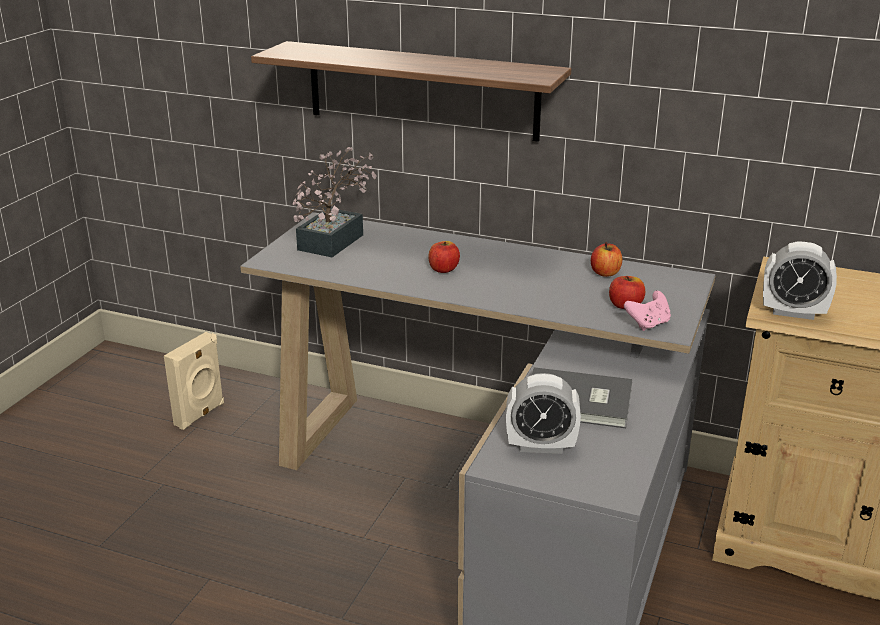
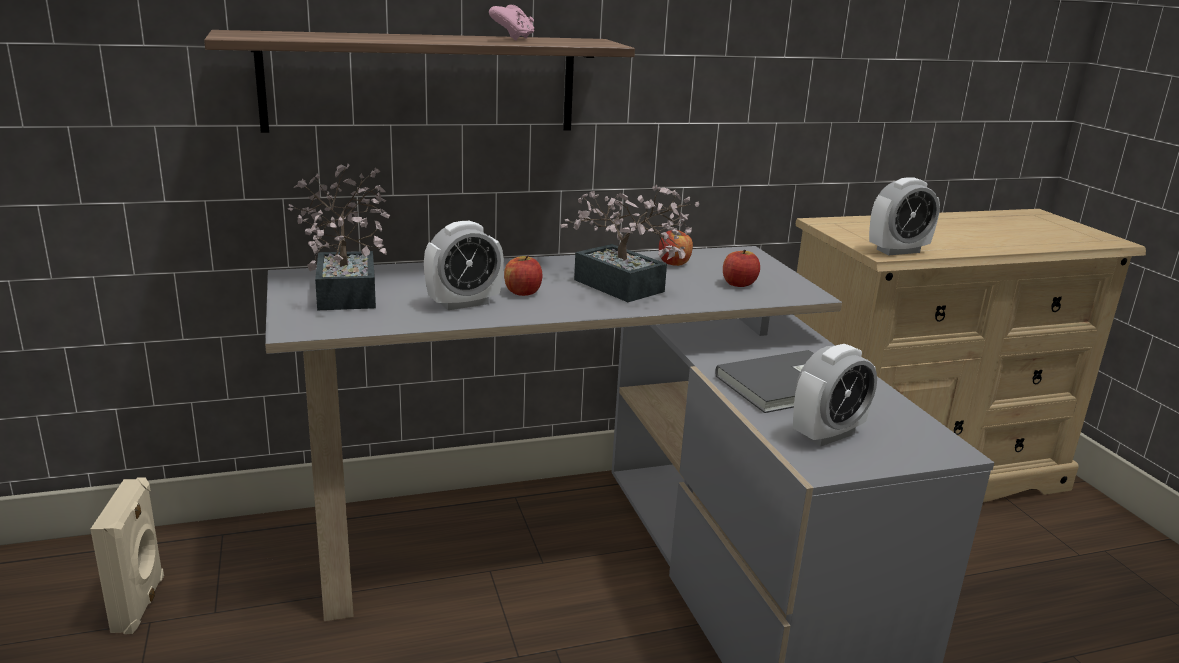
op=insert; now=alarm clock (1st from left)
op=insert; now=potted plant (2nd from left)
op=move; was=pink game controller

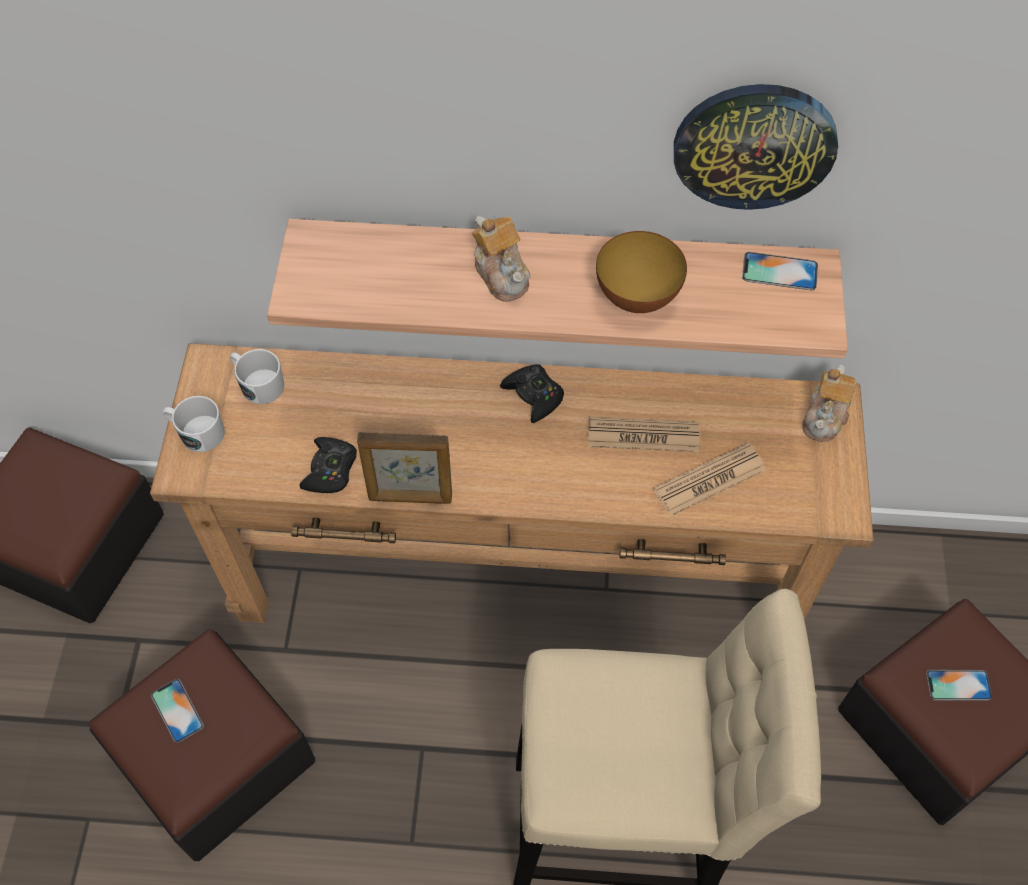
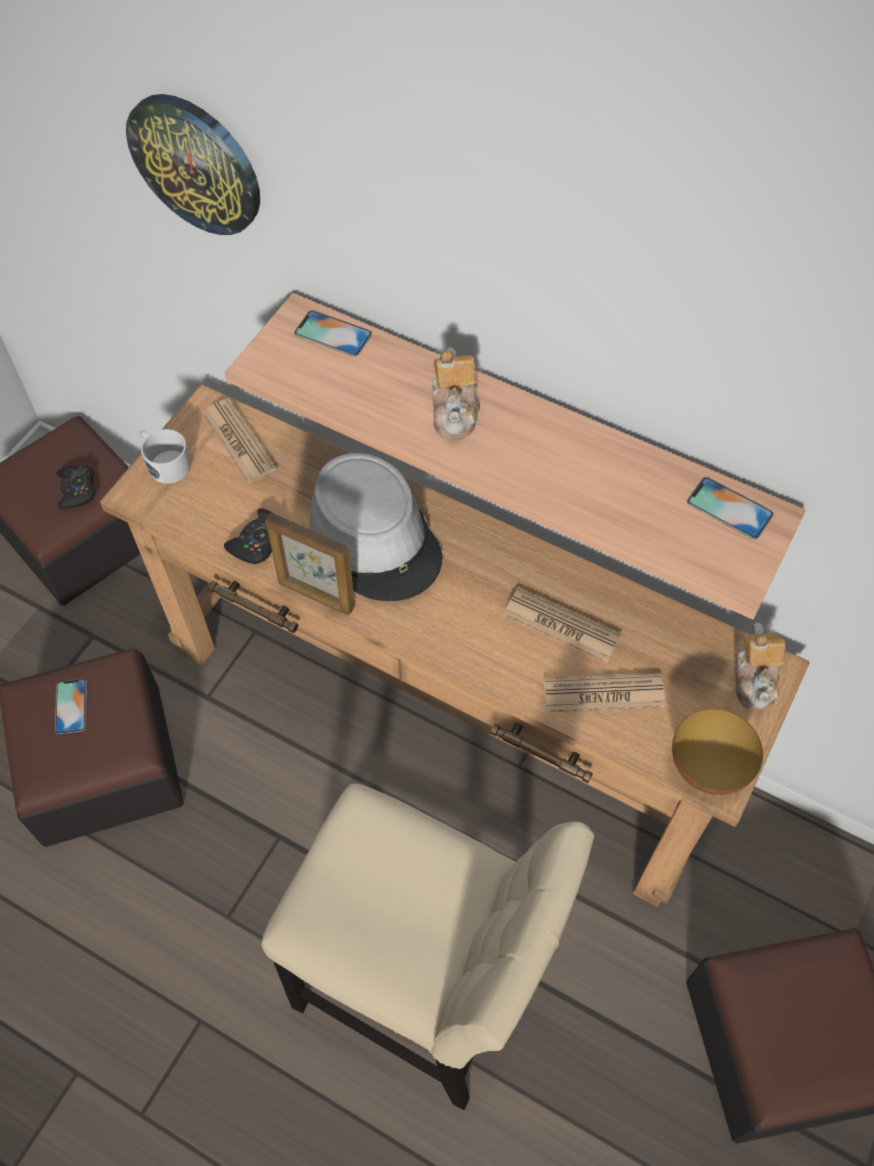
op=insert; now=grey hat
op=move; was=black game controller (2nd from left in the first image); now=black game controller (1st from left)
op=move; was=bowl
op=move; was=wall clock
op=move; was=phone (3rd from left in the first image); now=phone (2nd from left)
op=replace; was=white mug (2nd from left); now=newspaper (1st from left)
op=rotate; was=teapot (2nd from left); clockwise=-45

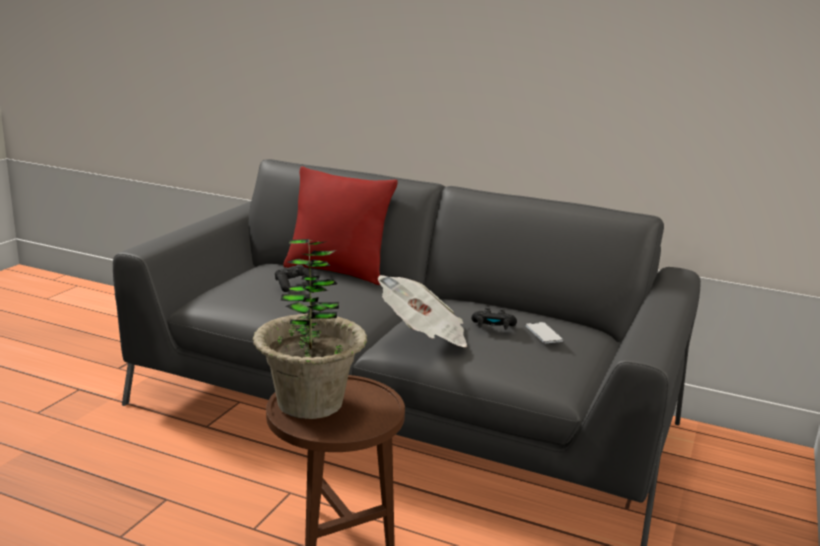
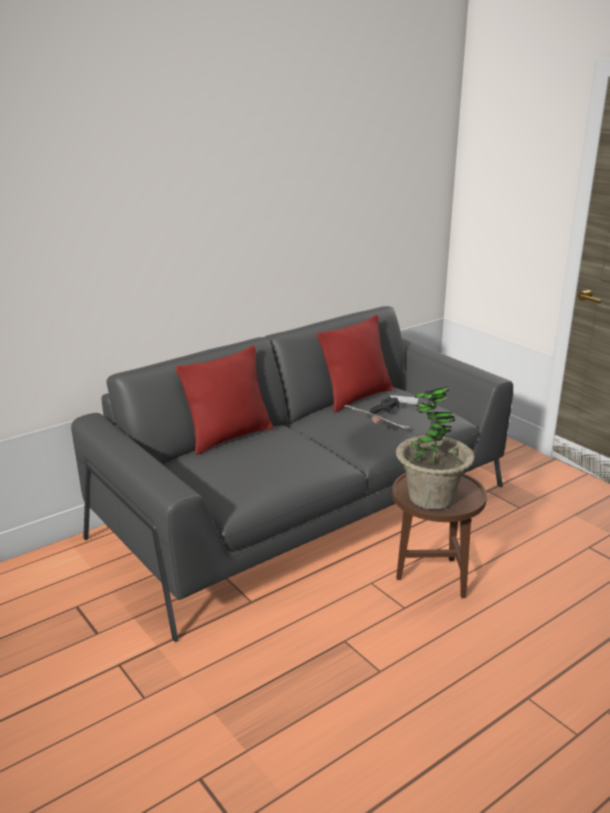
op=delete; was=black game controller (1st from left)
op=insert; now=red pillow (2nd from left)

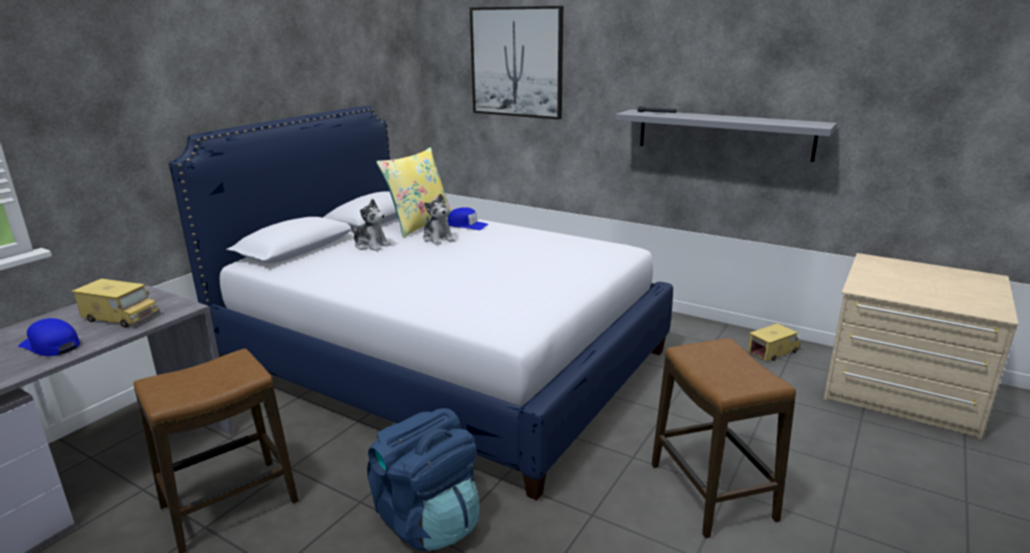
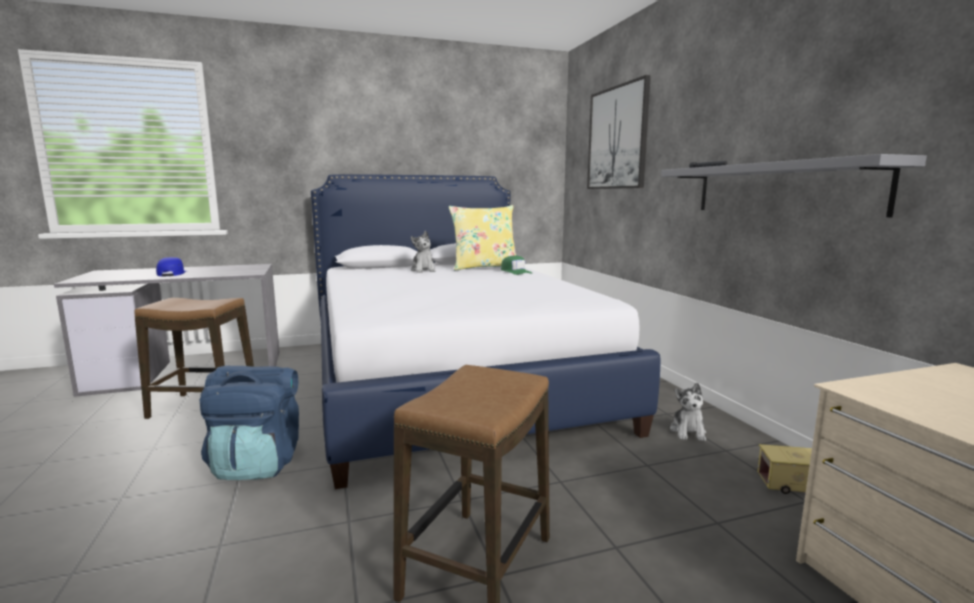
op=delete; was=toy truck (1st from left)
op=move; was=plush toy (2nd from left)
op=recolor; was=blue cap (2nd from left); now=green cap

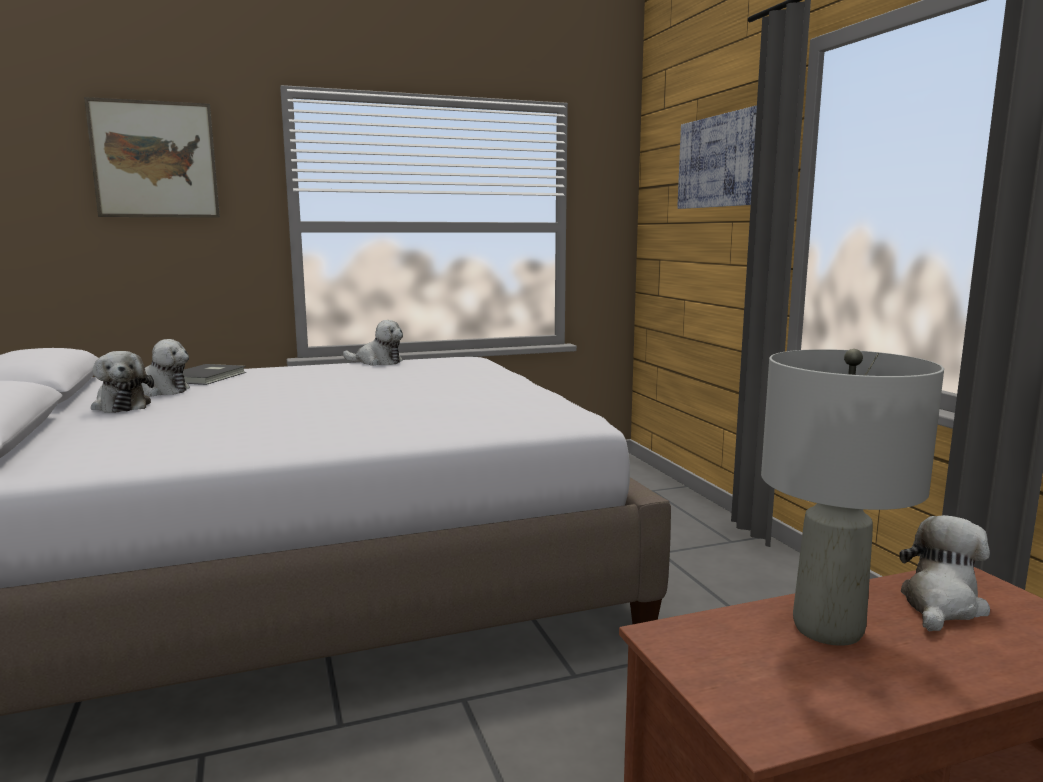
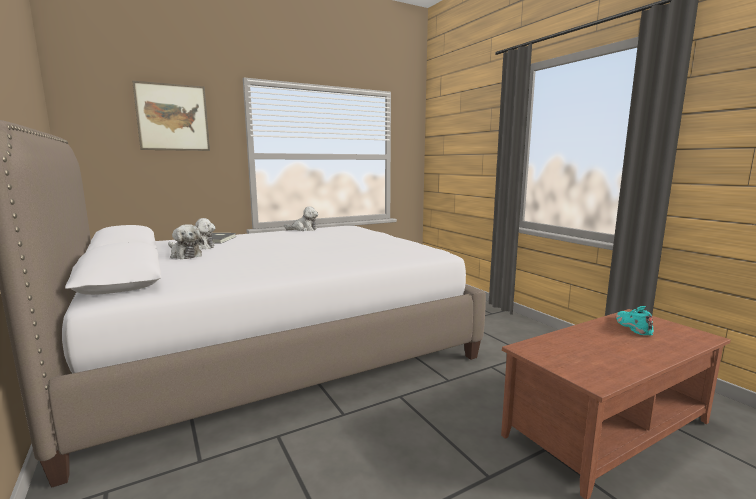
op=delete; was=picture (2nd from left)
op=delete; was=grey table lamp
op=replace; was=plush toy (4th from left); now=turquoise shoe

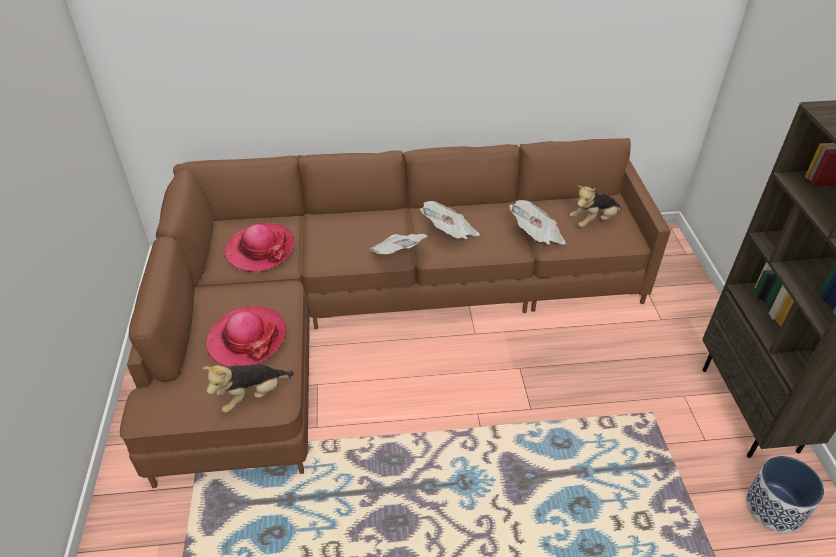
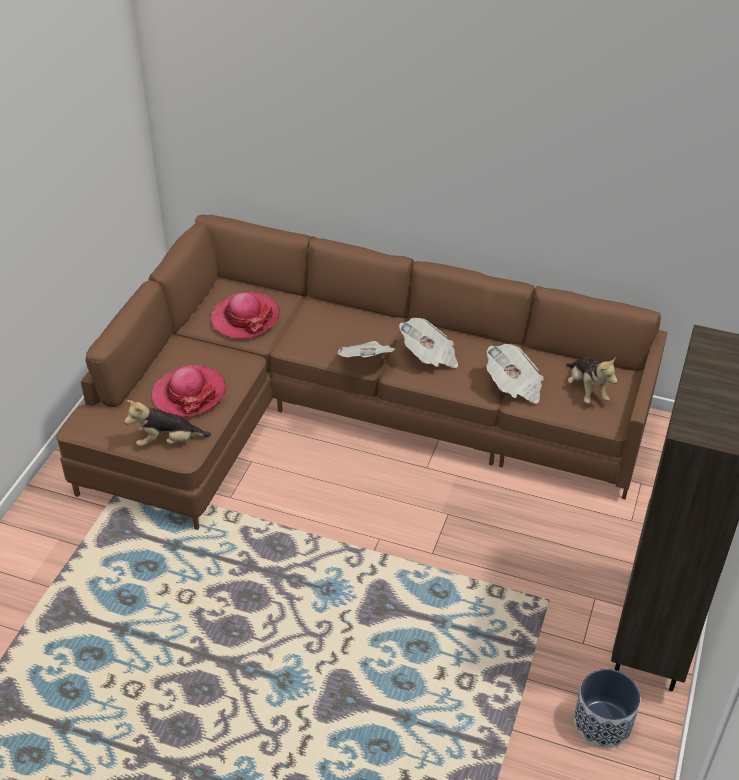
op=rotate; was=plush toy (2nd from left); clockwise=-105

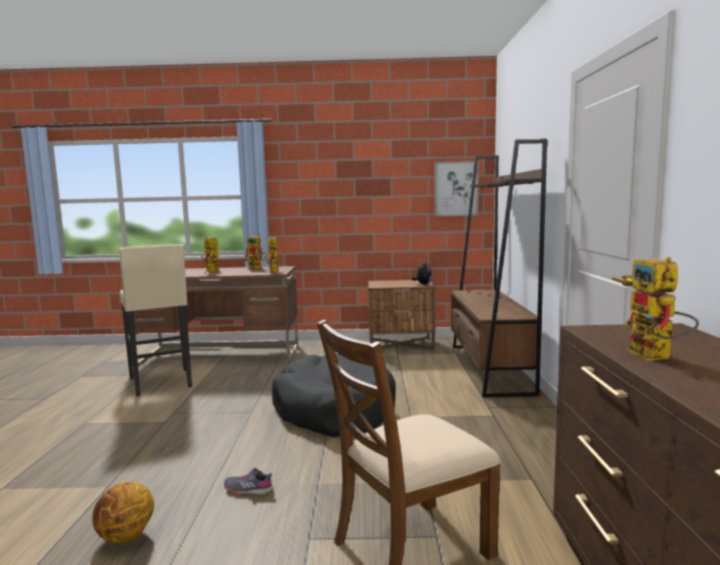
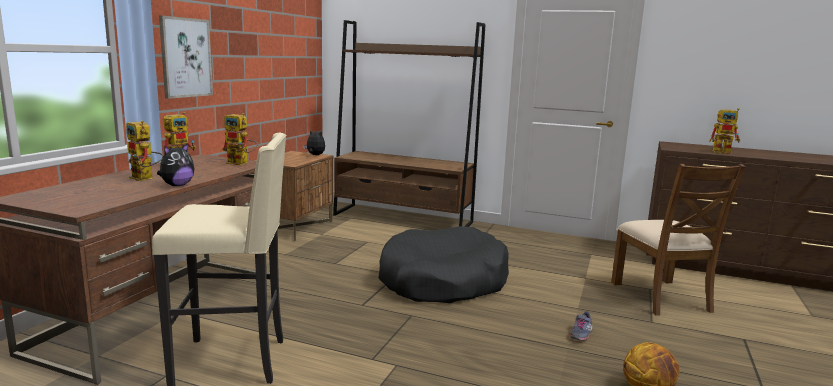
op=insert; now=plush toy (1st from left)
op=move; was=picture

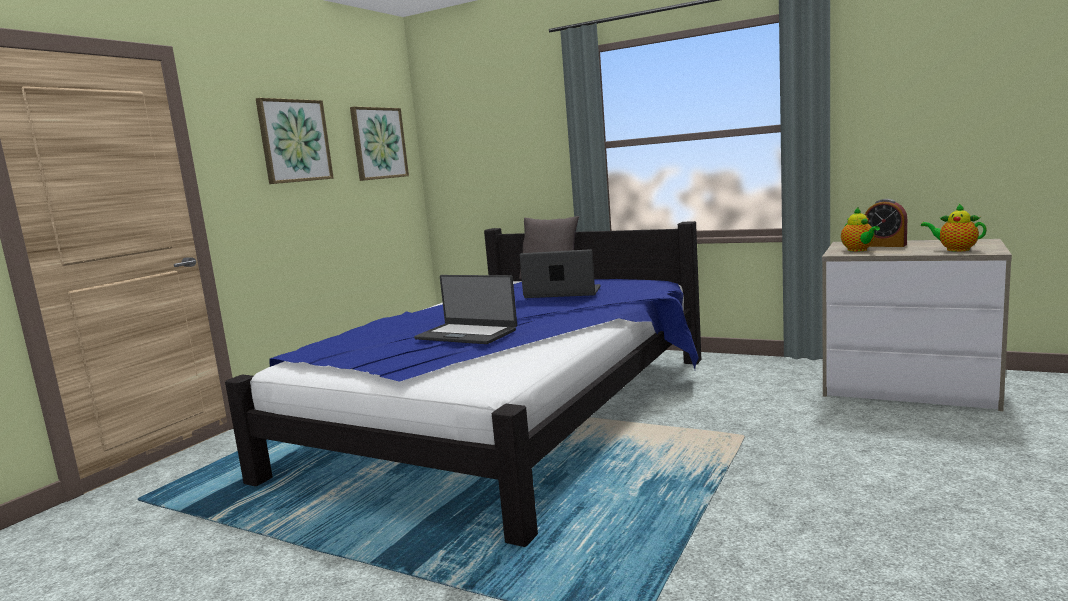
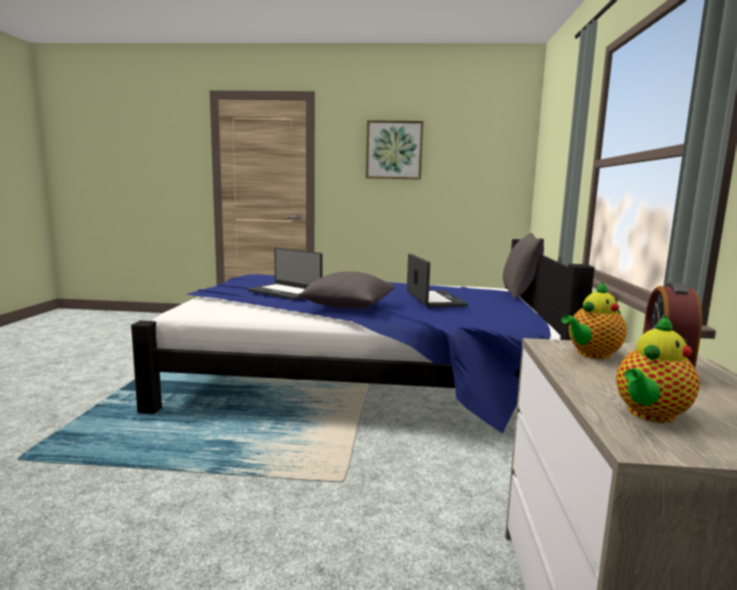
op=delete; was=picture (2nd from left)
op=insert; now=grey pillow (1st from left)
op=rotate; was=laptop (1st from left); clockwise=-60
op=rotate; was=teapot (2nd from left); clockwise=-150

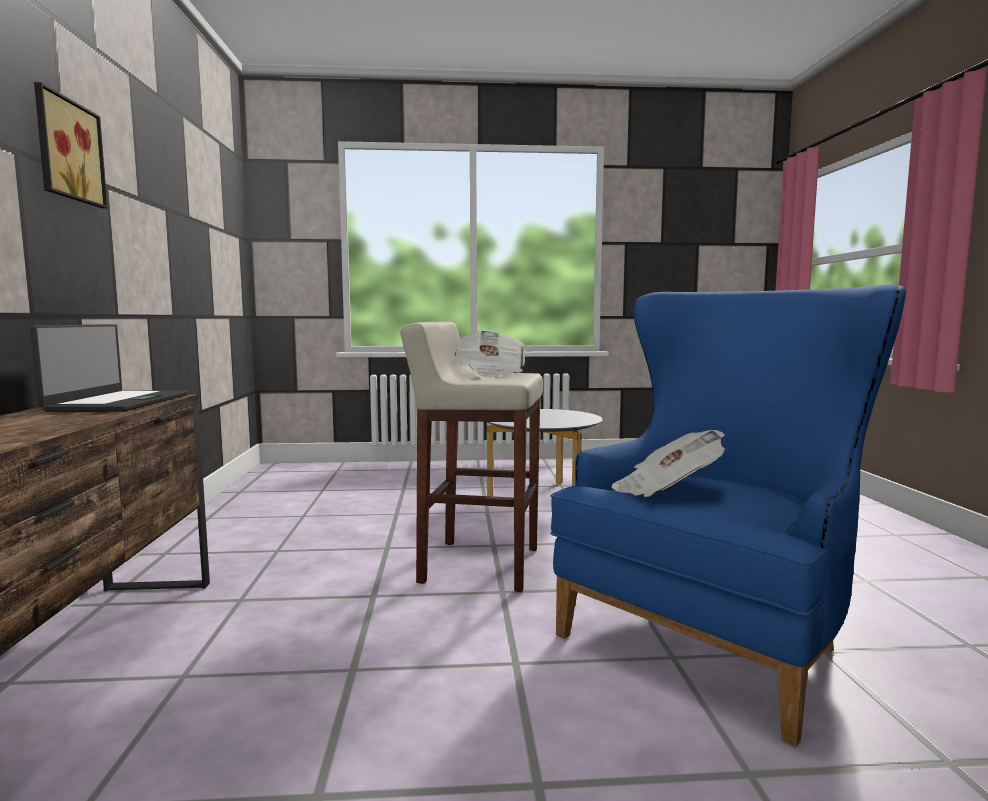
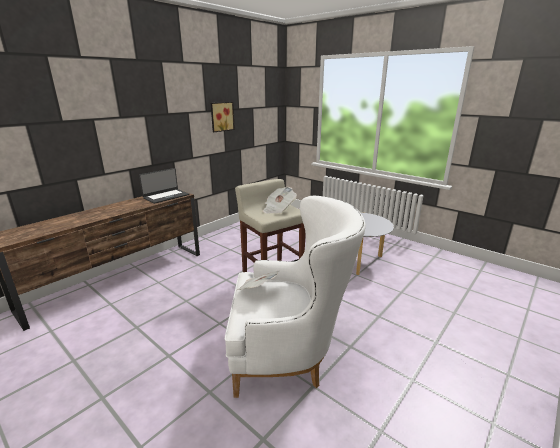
op=move; was=picture
op=recolor; was=blue armchair; now=white armchair

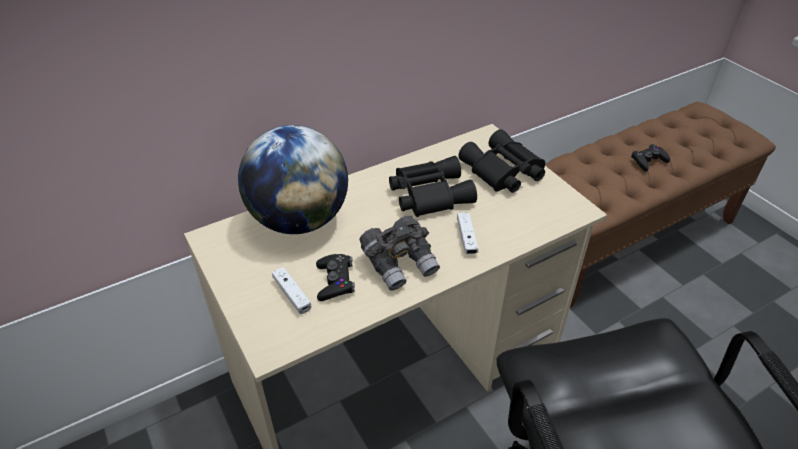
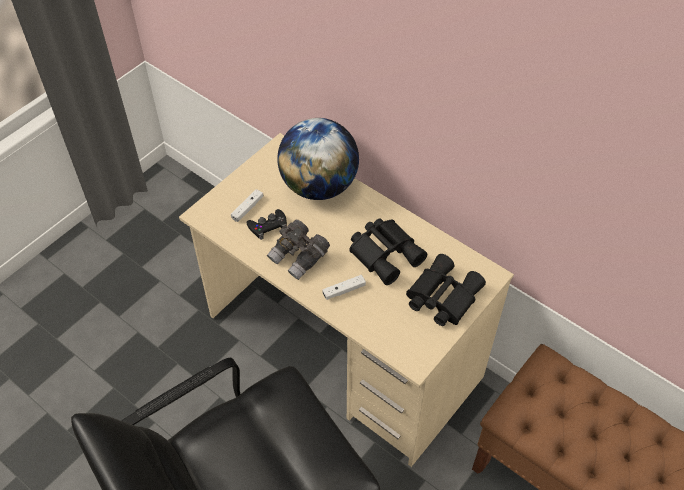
op=delete; was=black game controller (2nd from left)

